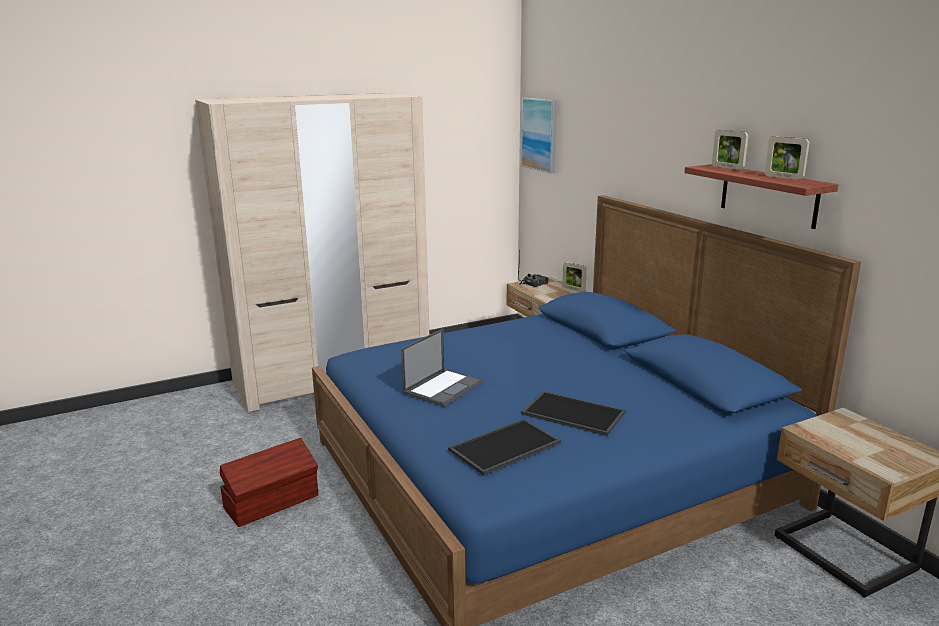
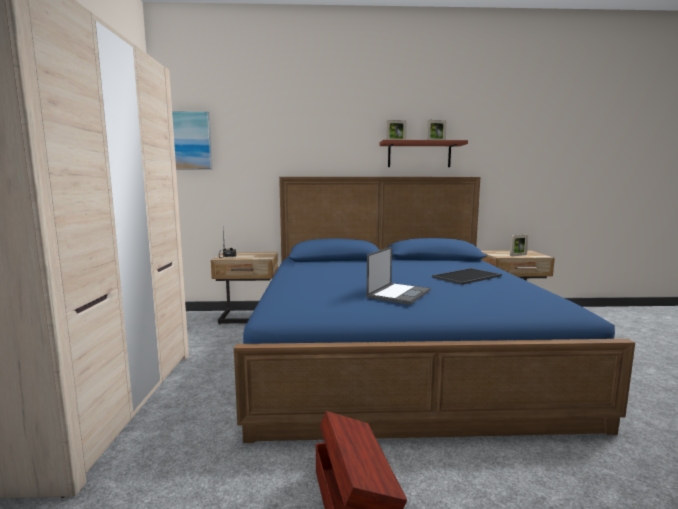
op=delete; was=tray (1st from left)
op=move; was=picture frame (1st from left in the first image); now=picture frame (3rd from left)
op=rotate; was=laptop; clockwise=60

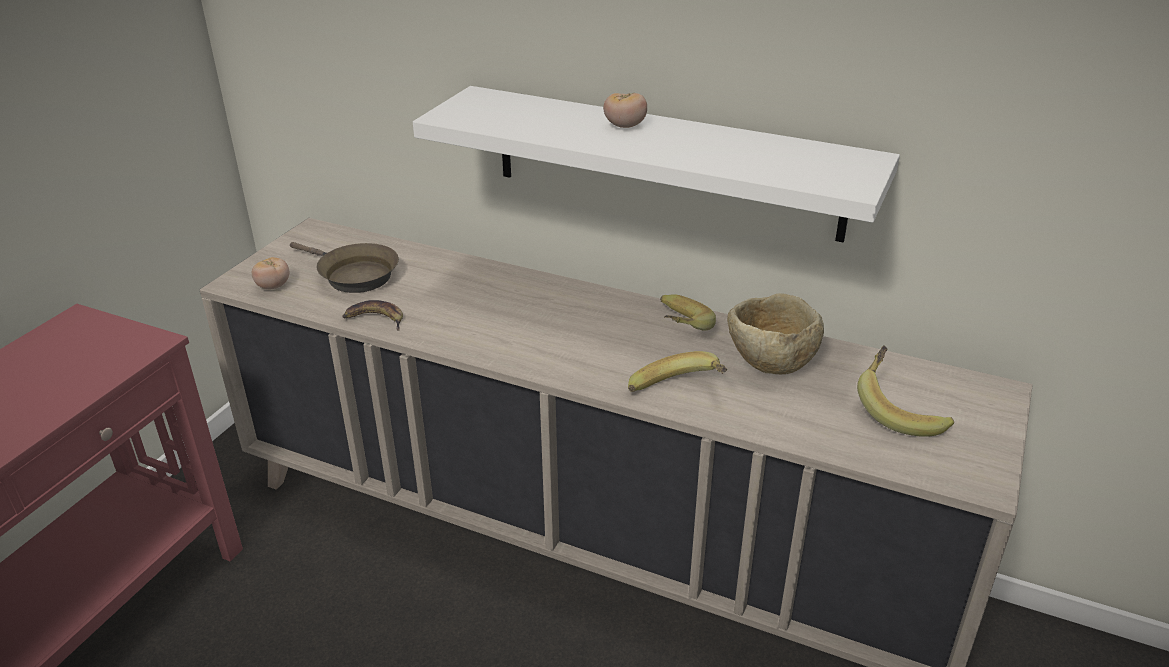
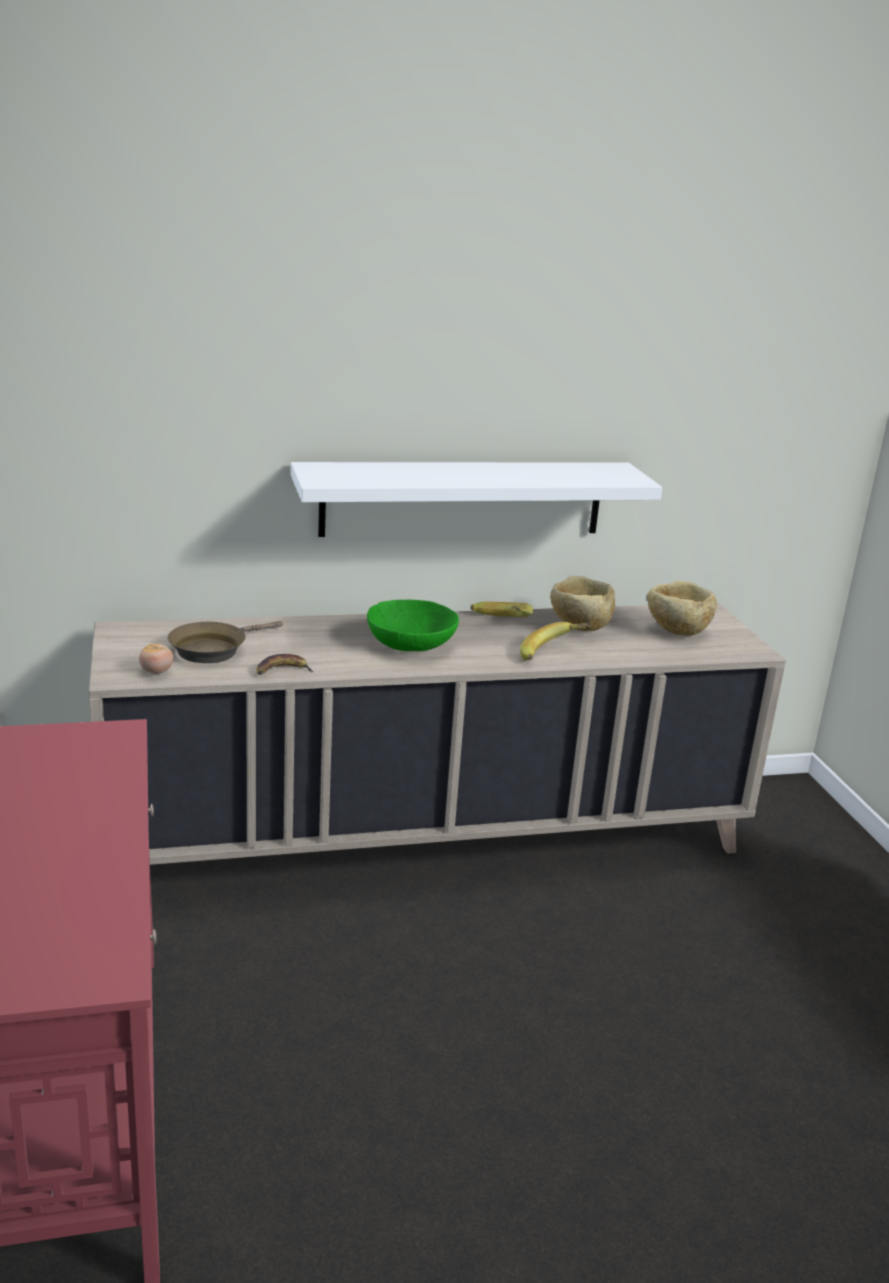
op=delete; was=tomato (2nd from left)
op=insert; now=green bowl
op=replace; was=banana (4th from left); now=beige bowl (2nd from left)
op=rotate; was=brown frying pan; clockwise=135

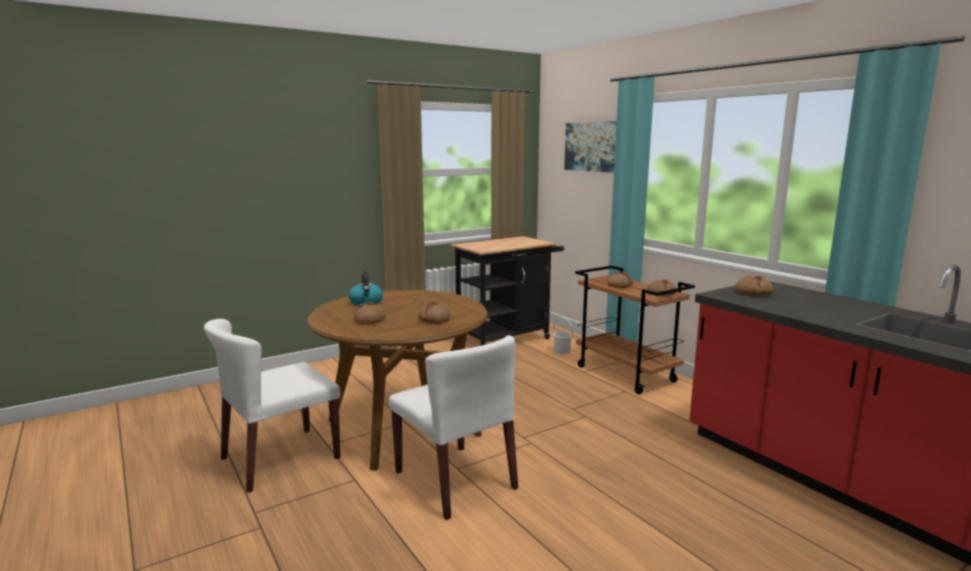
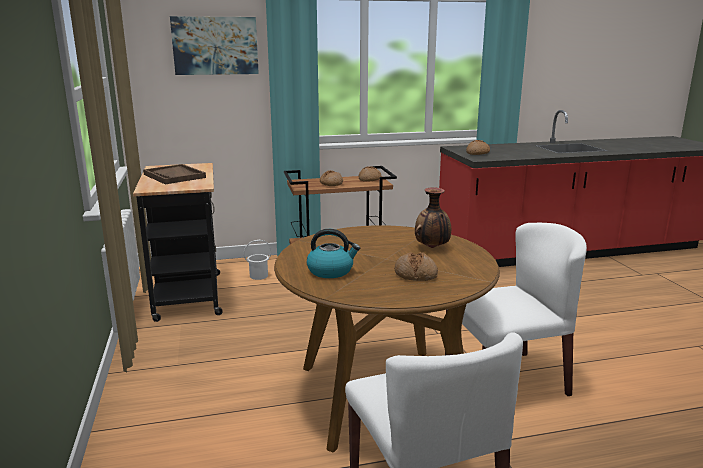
op=insert; now=brown tray
op=replace; was=bread (2nd from left); now=vase

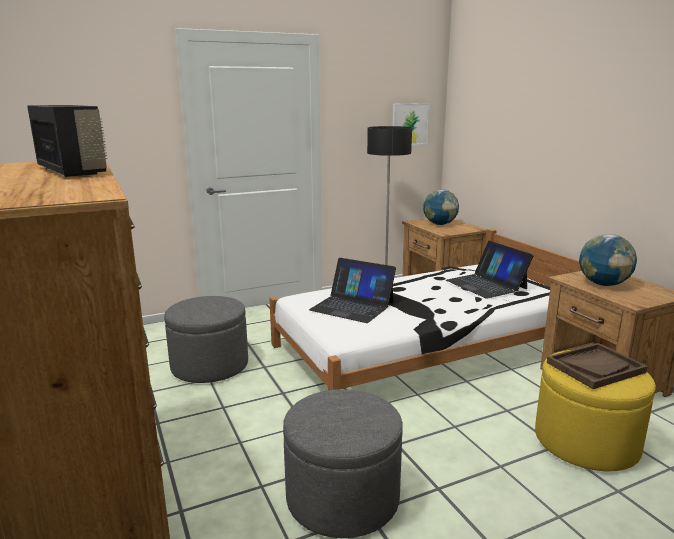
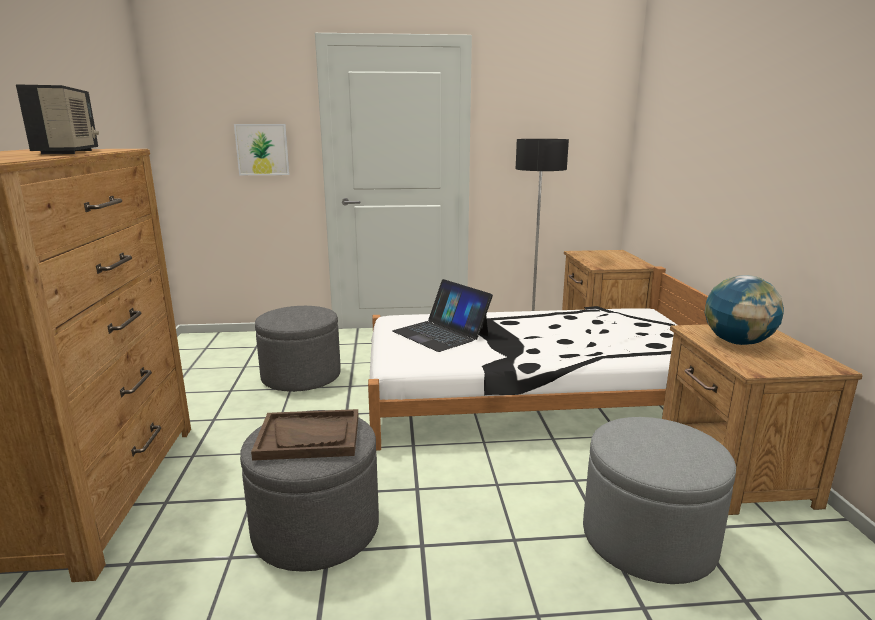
op=delete; was=globe (1st from left)
op=delete; was=laptop (2nd from left)
op=move; was=picture
op=move; was=brown tray
op=recolor; was=yellow ottoman; now=grey ottoman (3rd from left)

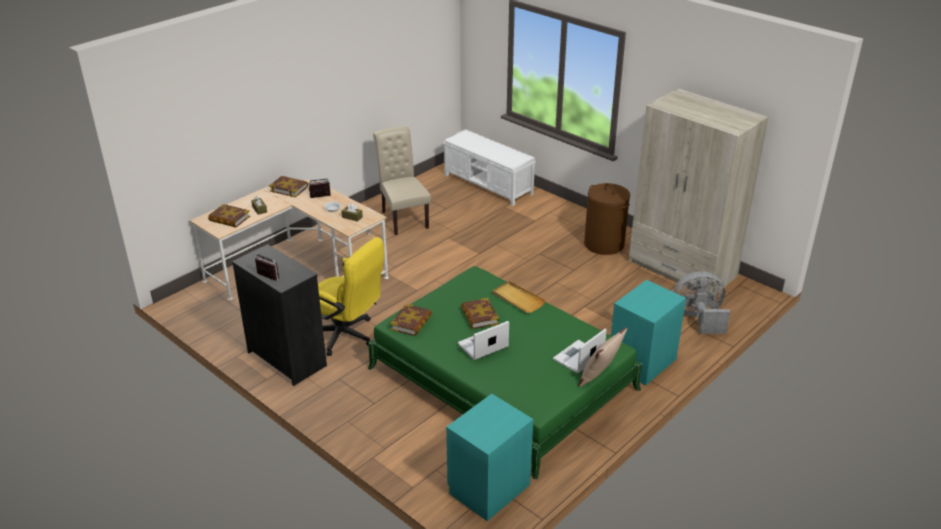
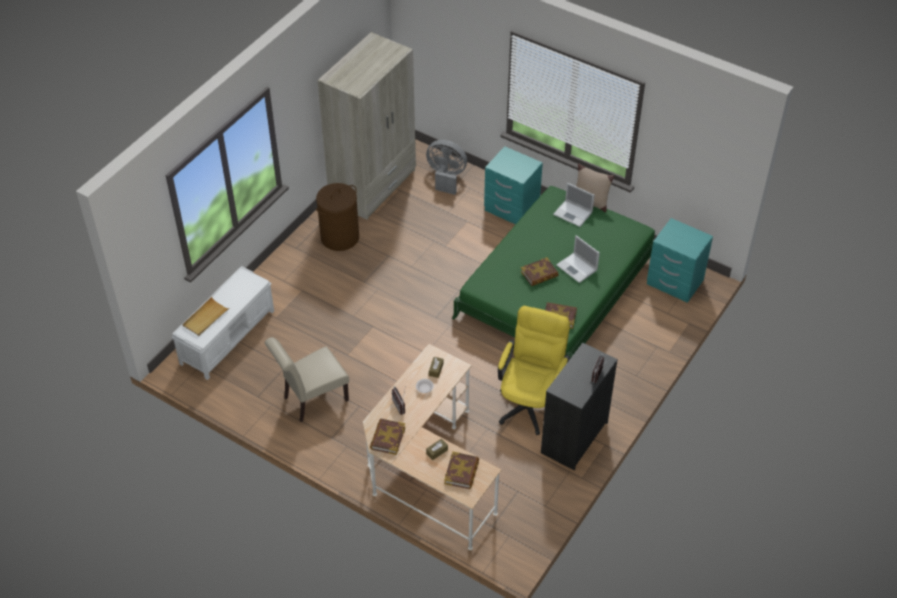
op=move; was=beige tray
op=rotate; was=grey fan; clockwise=120

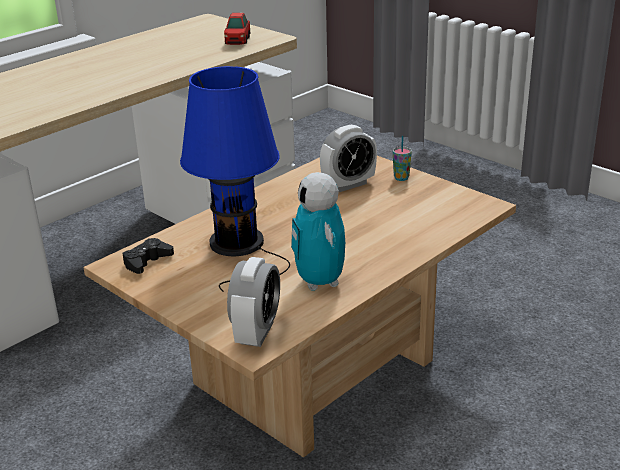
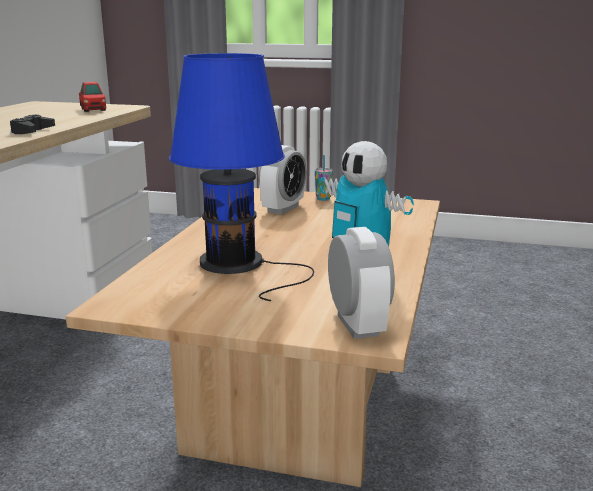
op=move; was=black game controller

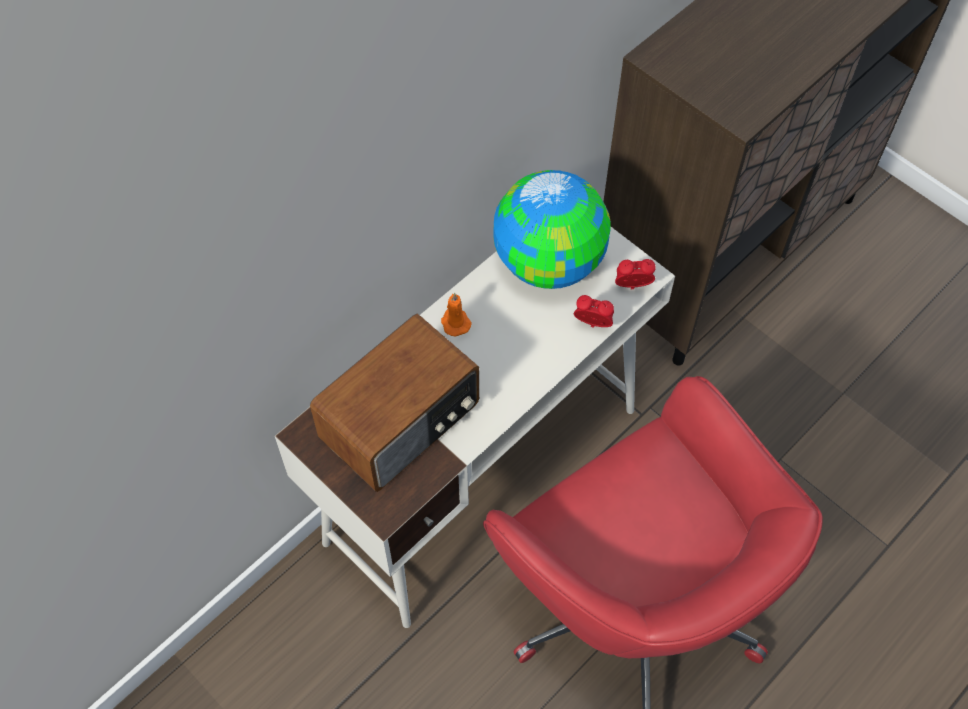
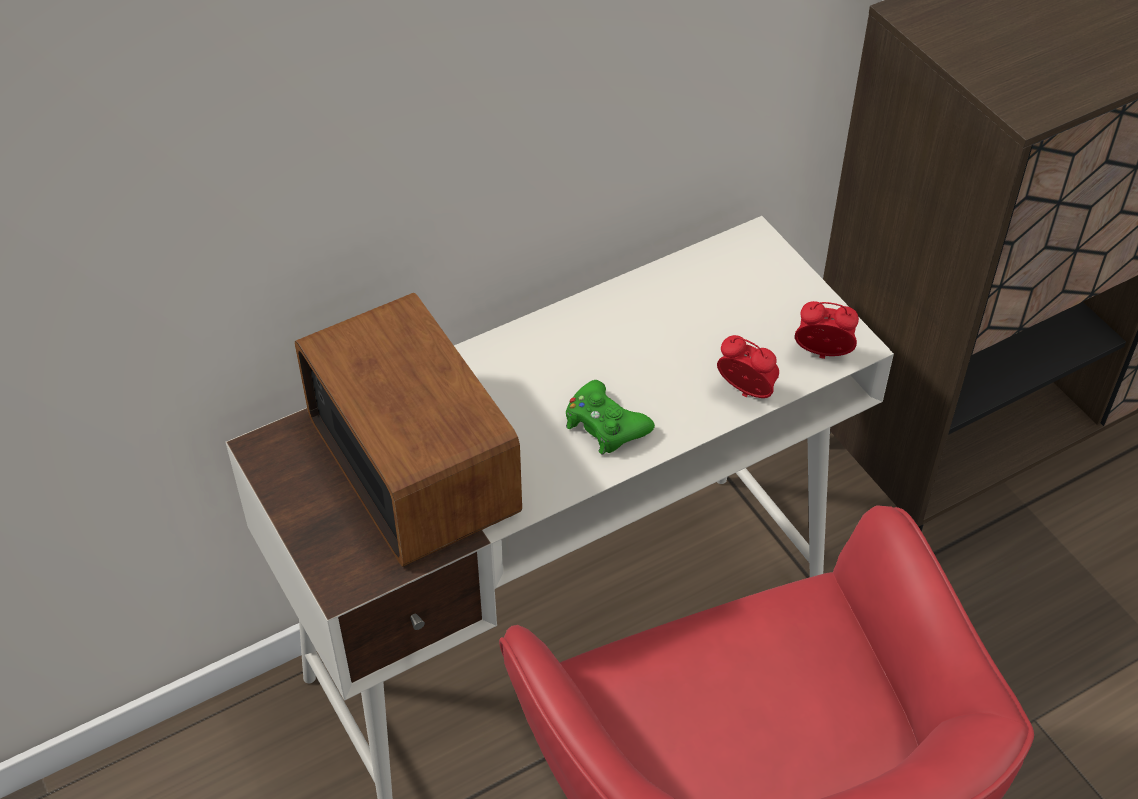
op=delete; was=orange candle
op=delete; was=globe
op=insert; now=green game controller
op=rotate; was=radio; clockwise=-90

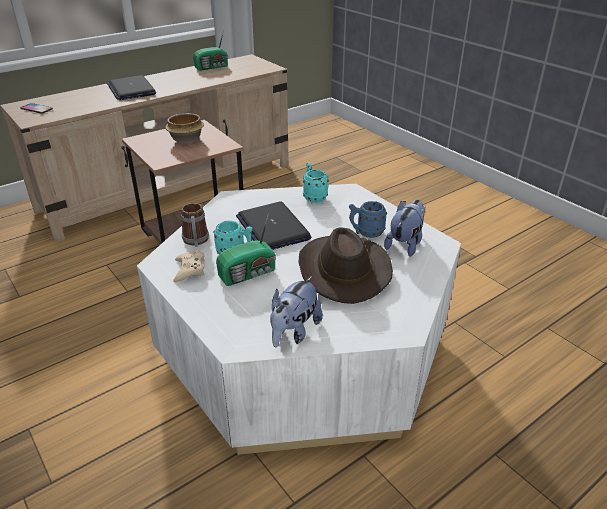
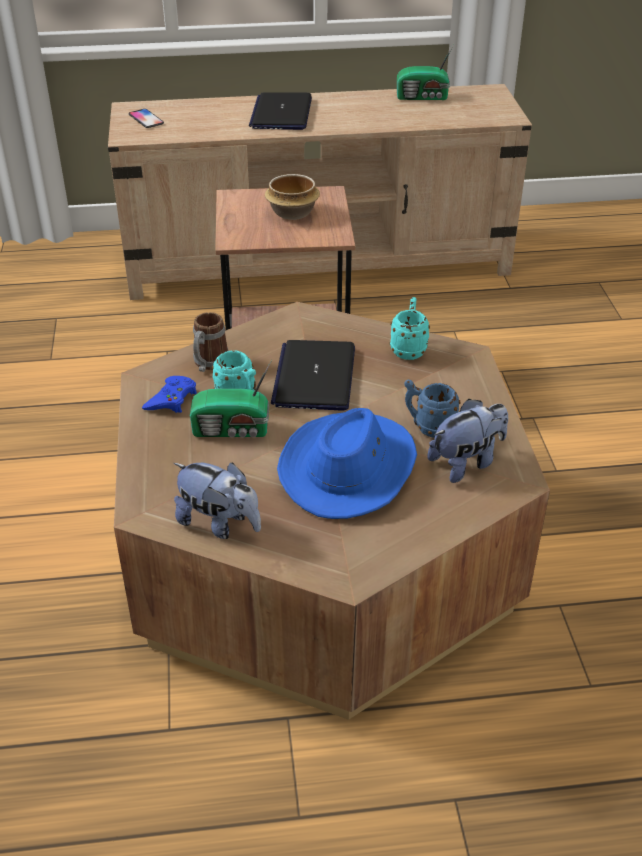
op=recolor; was=white coffee table; now=brown coffee table
op=recolor; was=beige game controller; now=blue game controller
op=recolor; was=brown hat; now=blue hat
op=rotate; was=plush toy (1st from left); clockwise=-120

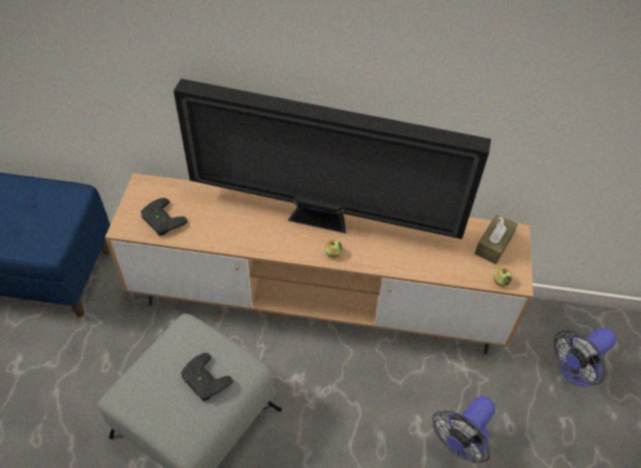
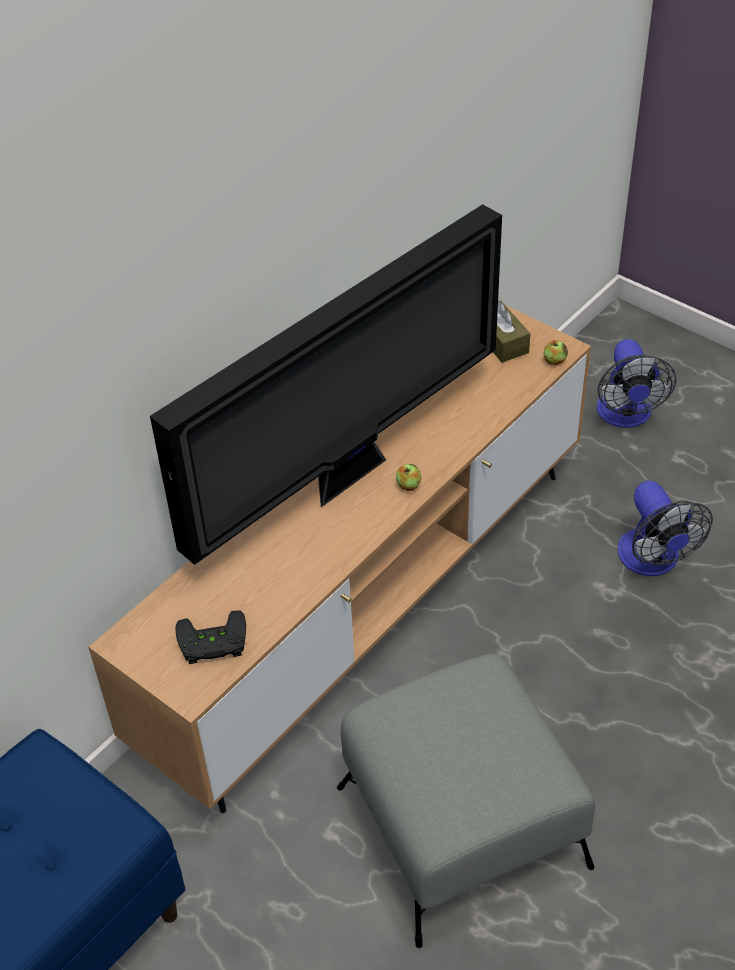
op=delete; was=black game controller (2nd from left)

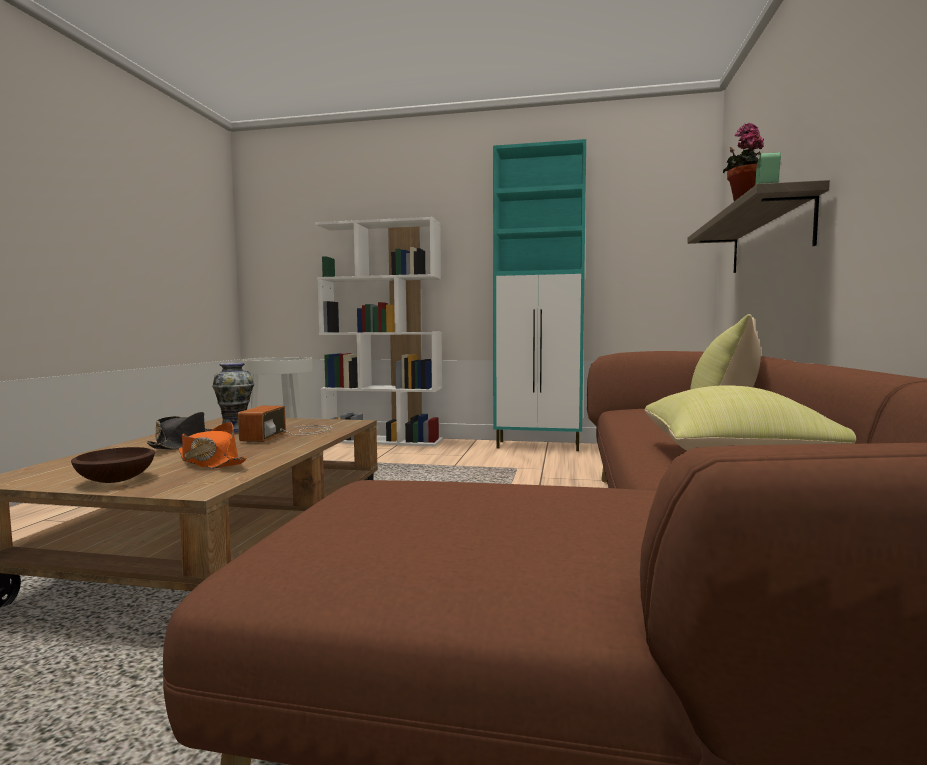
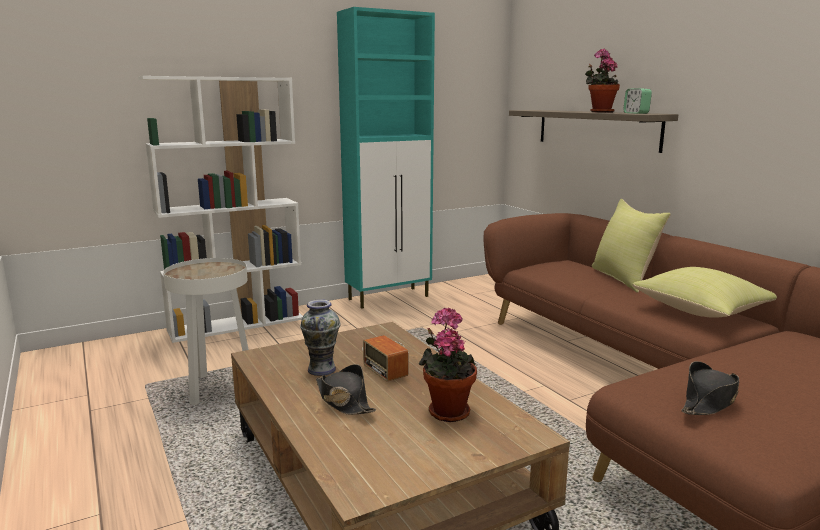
op=delete; was=brown bowl
op=insert; now=black hat (2nd from left)
op=replace; was=orange hat; now=potted plant (1st from left)

